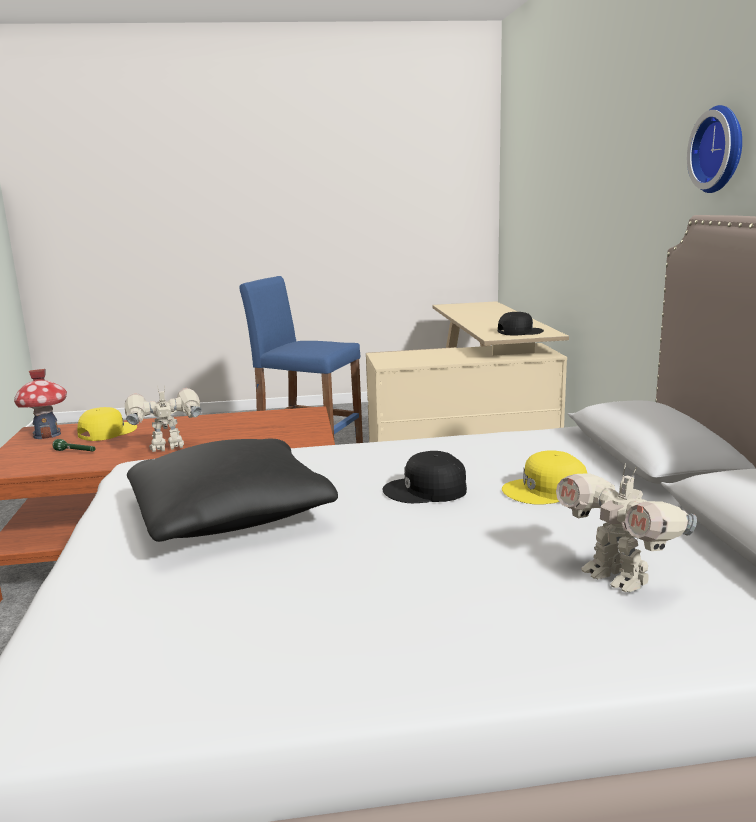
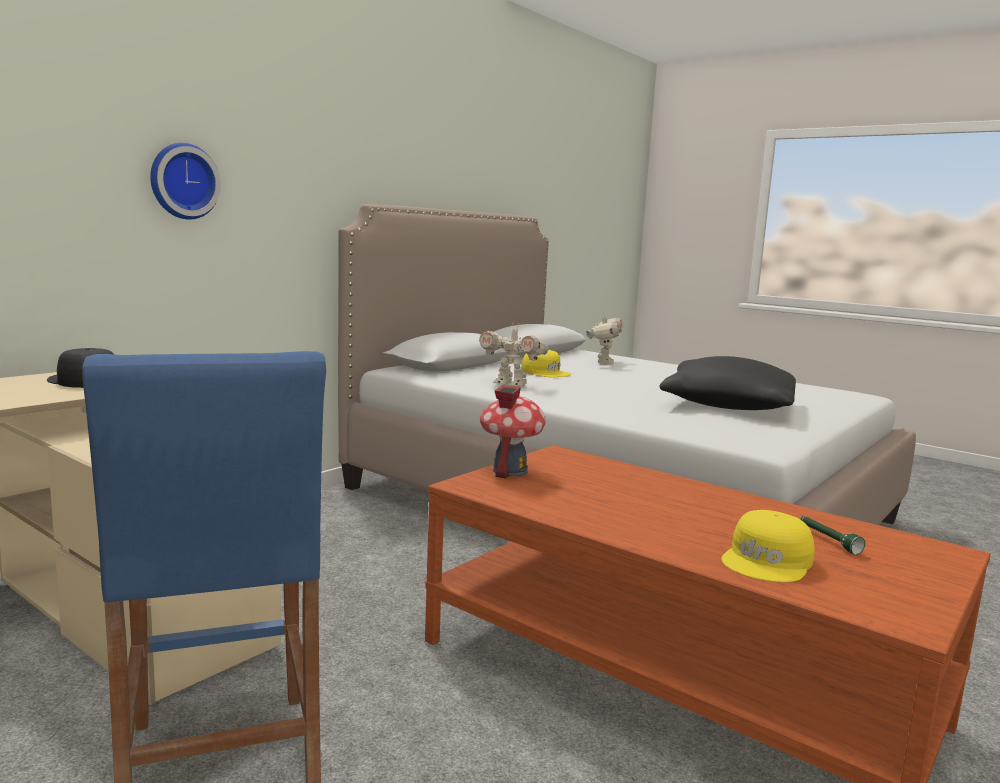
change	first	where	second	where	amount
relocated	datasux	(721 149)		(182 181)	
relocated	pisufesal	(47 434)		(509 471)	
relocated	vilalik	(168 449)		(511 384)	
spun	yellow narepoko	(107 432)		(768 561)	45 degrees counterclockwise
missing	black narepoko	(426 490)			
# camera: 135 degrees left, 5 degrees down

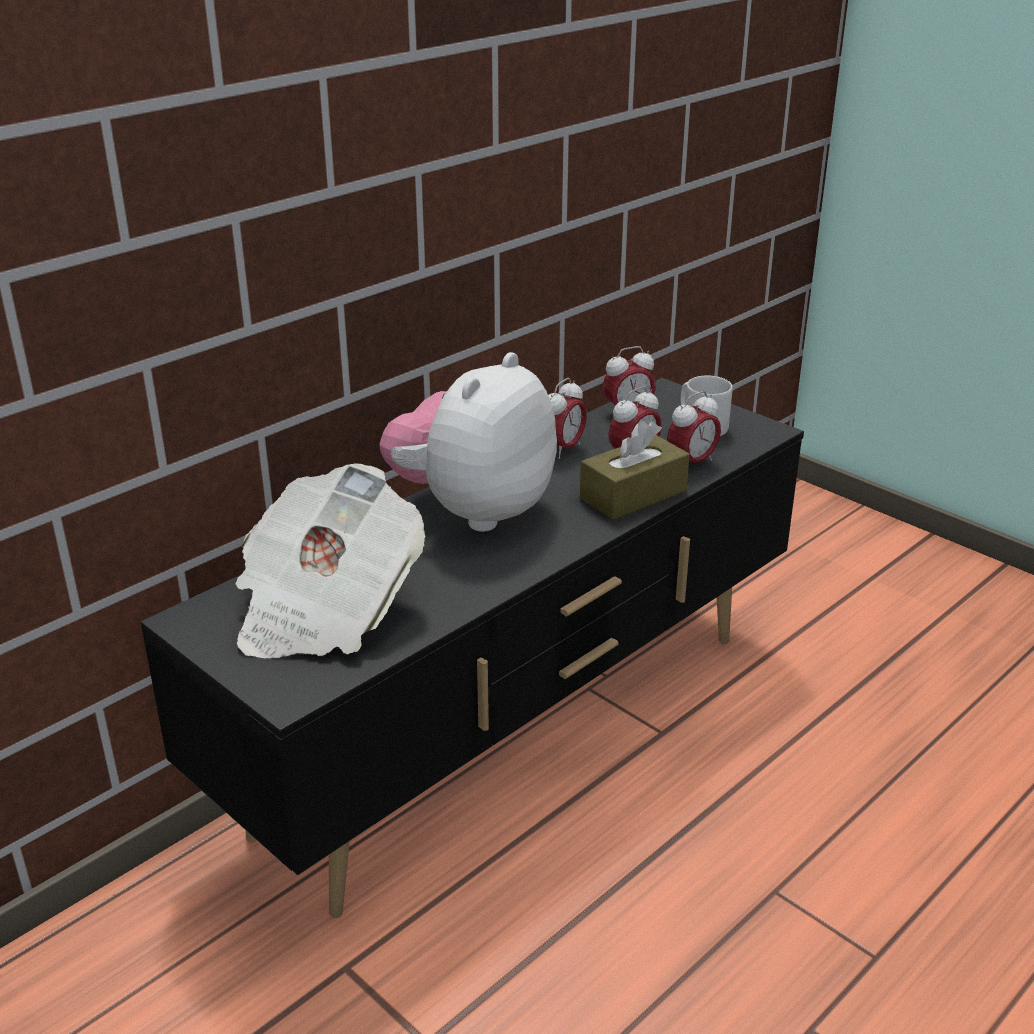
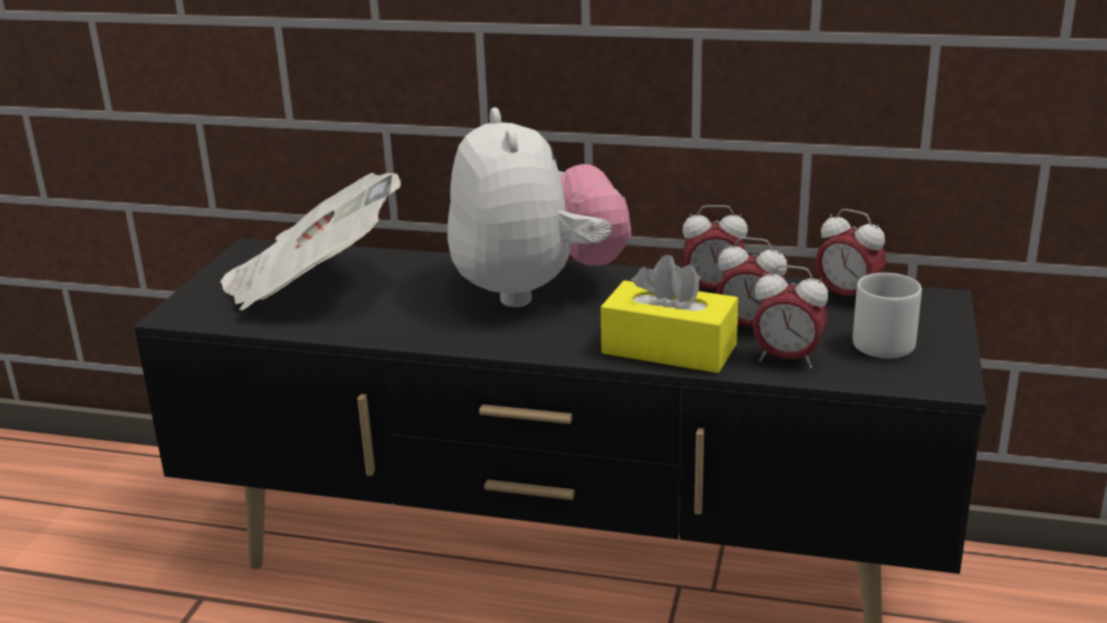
change	first	where	second	where	amount
spun	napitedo	(473 510)		(536 289)	75 degrees clockwise
colour	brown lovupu	(633 494)	yellow lovupu	(669 349)	
# camera: 60 degrees right, 5 degrees down

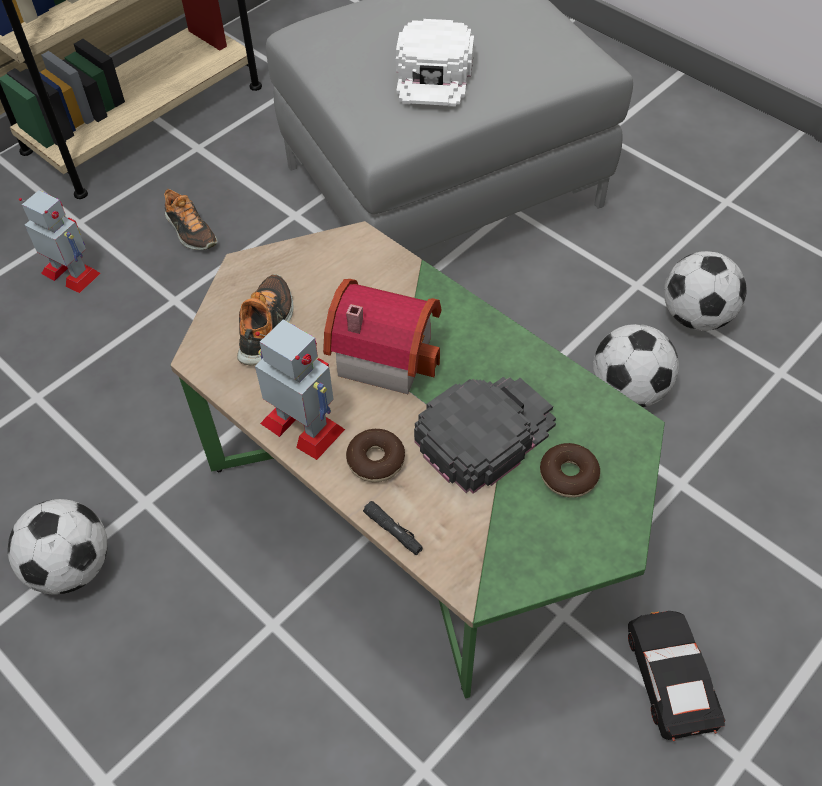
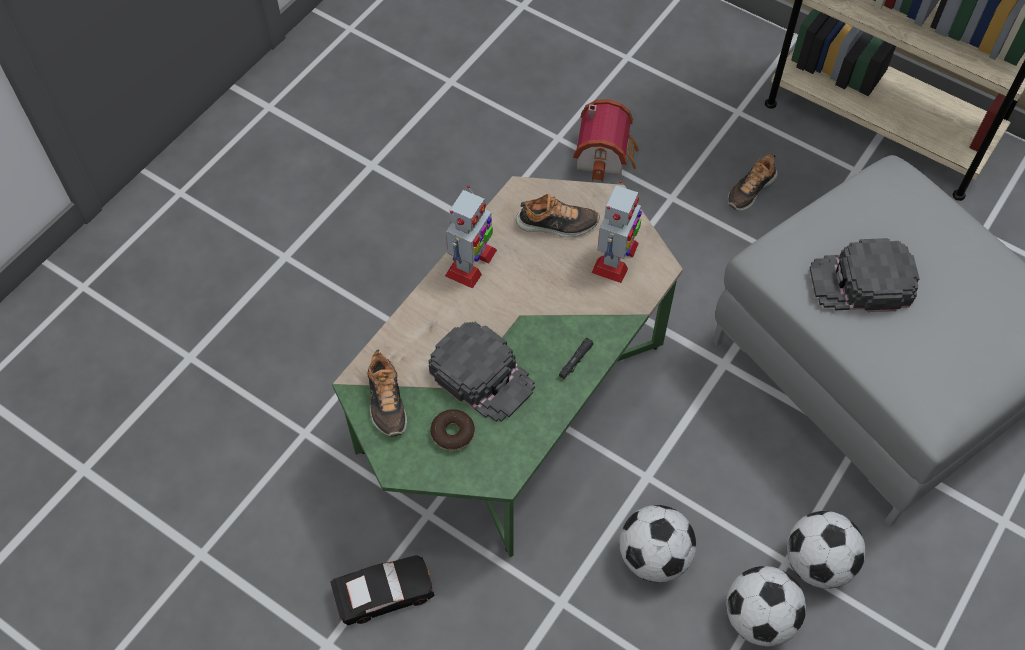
change	first	where	second	where	amount
colour	white narepoko	(434 74)	black narepoko	(861 282)	
relocated	vilalik	(71 273)		(615 258)	
relocated	pisufesal	(384 351)		(606 154)	
missing	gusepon	(376 460)			
relocated	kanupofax	(72 567)		(817 562)	
relocated	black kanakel	(393 531)		(575 361)	
appeared			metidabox	(386 401)	
# camera: 80 degrees right, 5 degrees up

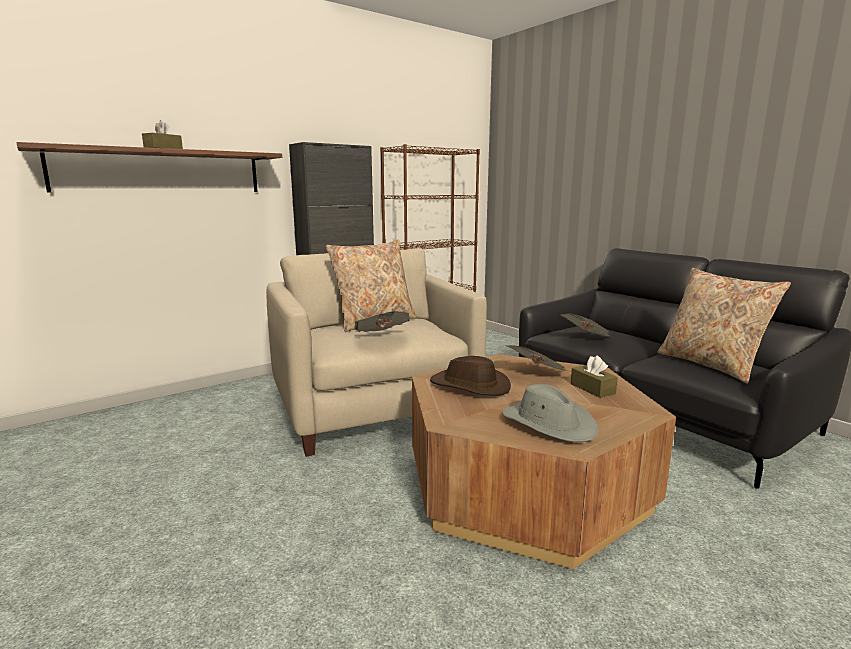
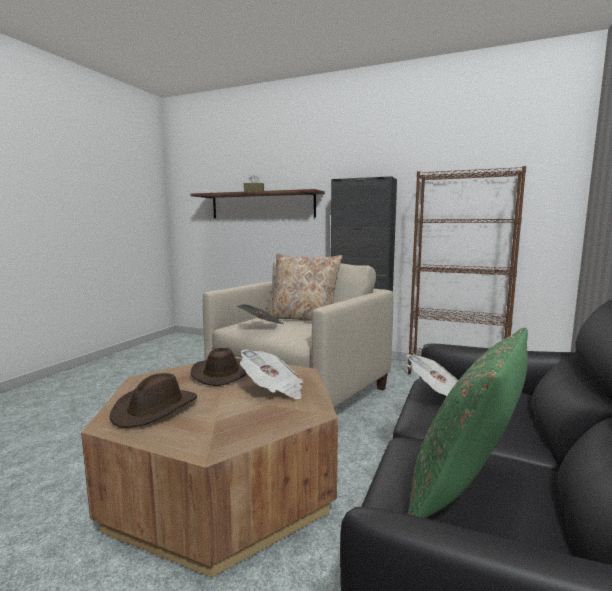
change	first	where	second	where	amount
colour	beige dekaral	(710 365)	green dekaral	(466 491)	
missing	brown lovupu	(592 388)			
colour	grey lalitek	(548 423)	brown lalitek	(155 409)	
# camera: 60 degrees right, 5 degrees down

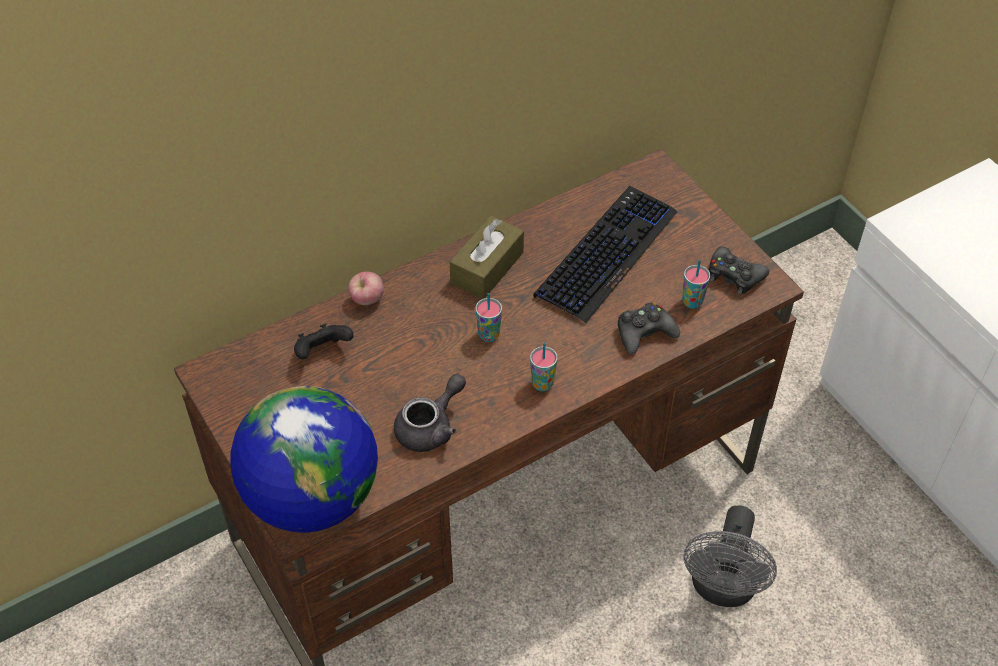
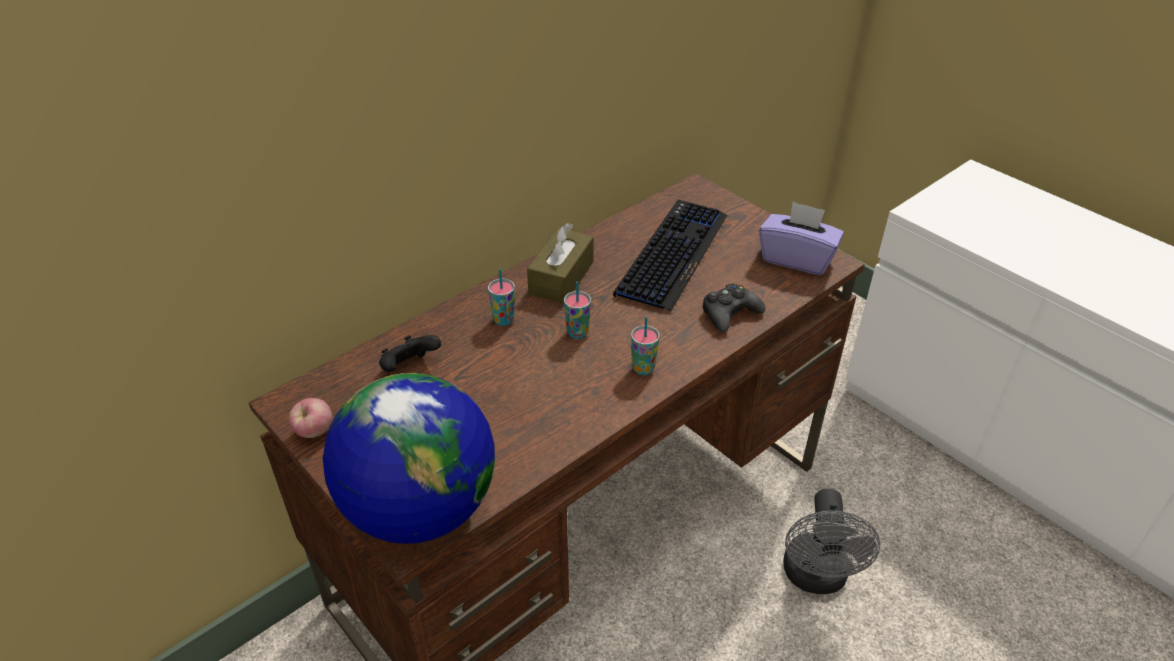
change	first	where	second	where	amount
exchanged	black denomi	(734 276)	purple lovupu	(797 258)	
relocated	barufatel	(692 302)		(504 320)	
relocated	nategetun	(367 300)		(315 432)	
missing	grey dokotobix	(431 427)			
# camera: 10 degrees left, 10 degrees down

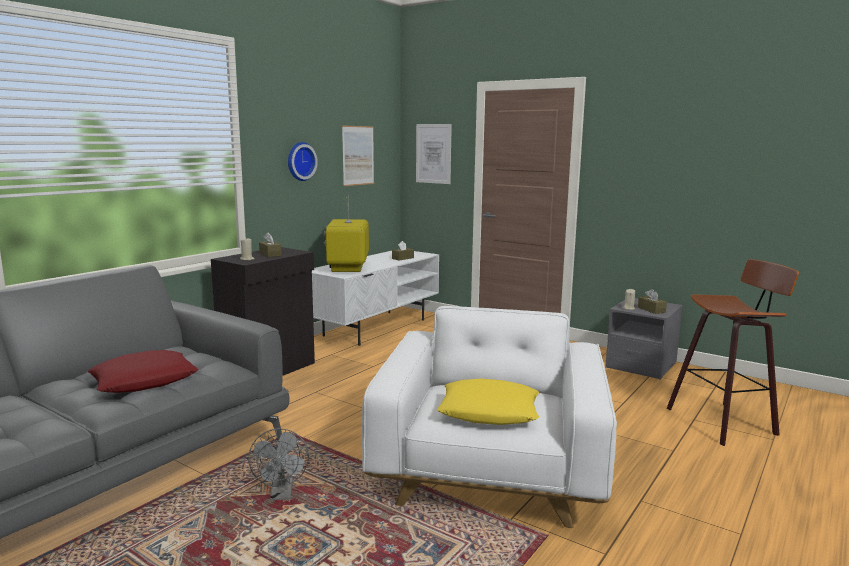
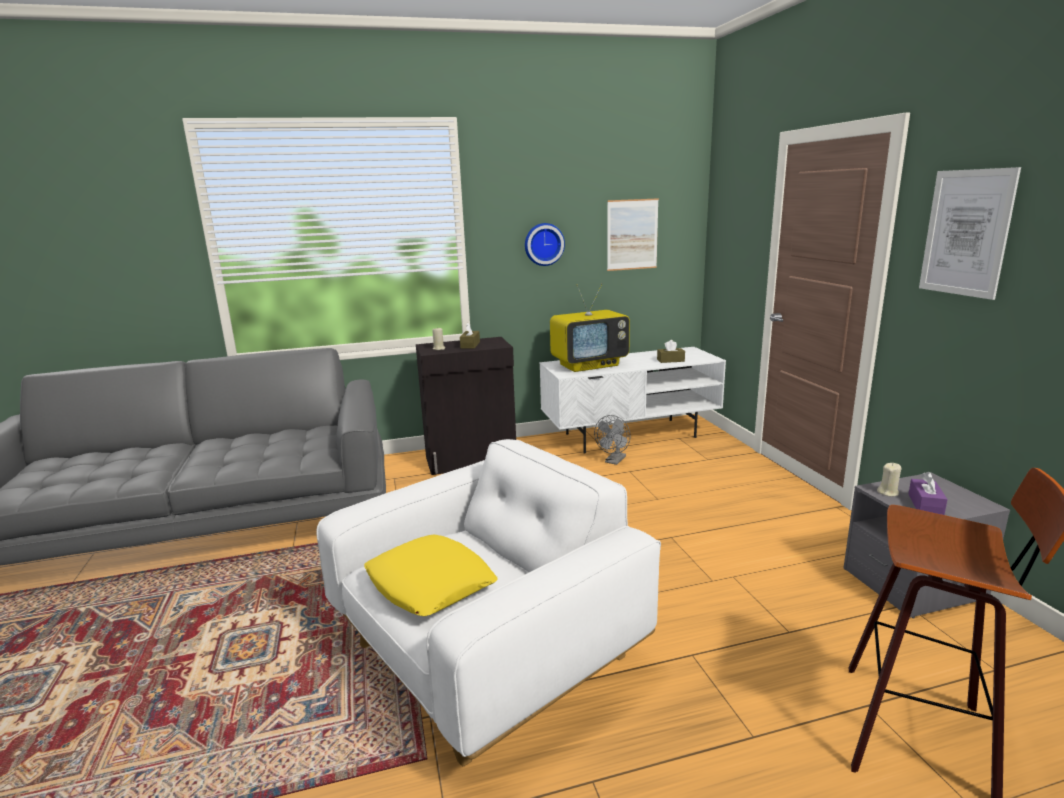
change	first	where	second	where	amount
relocated	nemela	(433 153)		(966 233)	
spun	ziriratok	(348 267)		(589 365)	150 degrees counterclockwise
colour	brown lovupu	(651 310)	purple lovupu	(925 505)	
missing	red dekaral	(144 380)			
relocated	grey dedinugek	(282 495)		(614 461)	
# camera: 40 degrees right, 5 degrees up

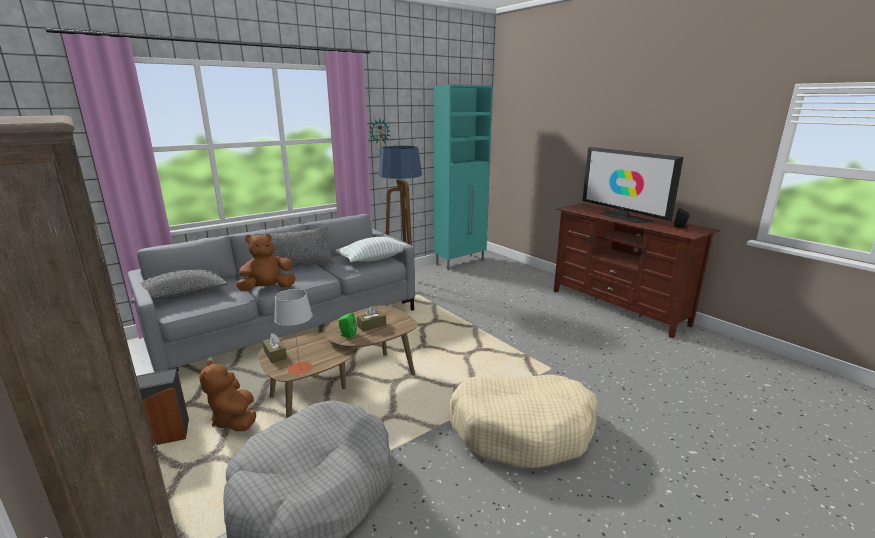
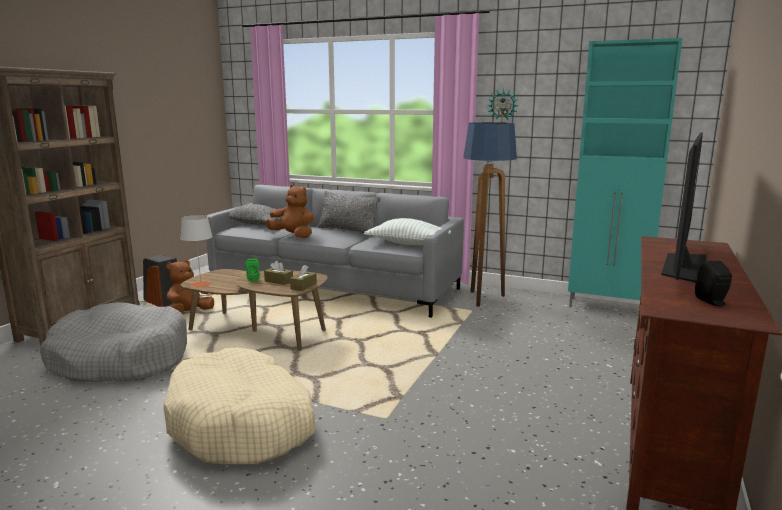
change	first	where	second	where	amount
relocated	brown lovupu	(275 355)		(303 286)	
# camera: 60 degrees right, 5 degrees down

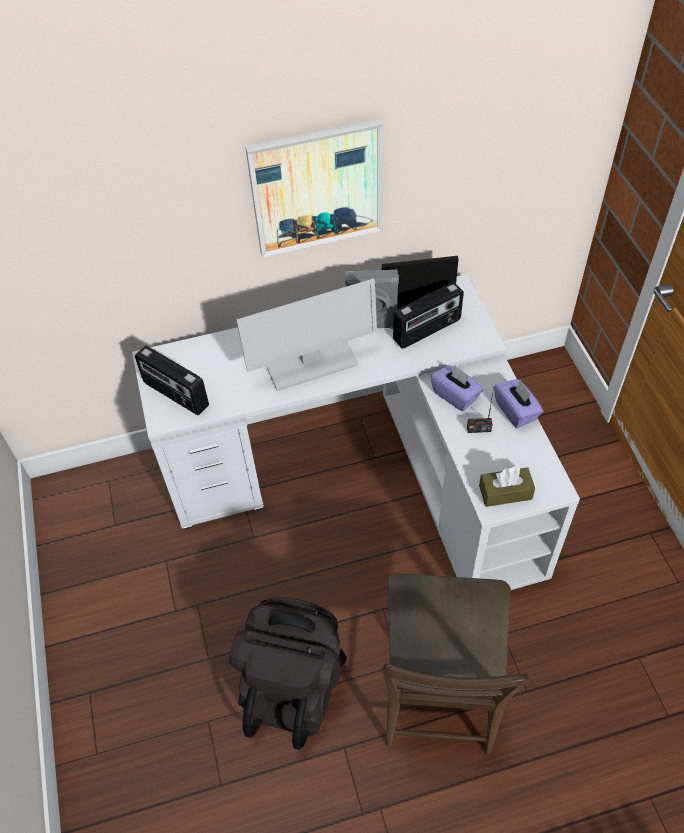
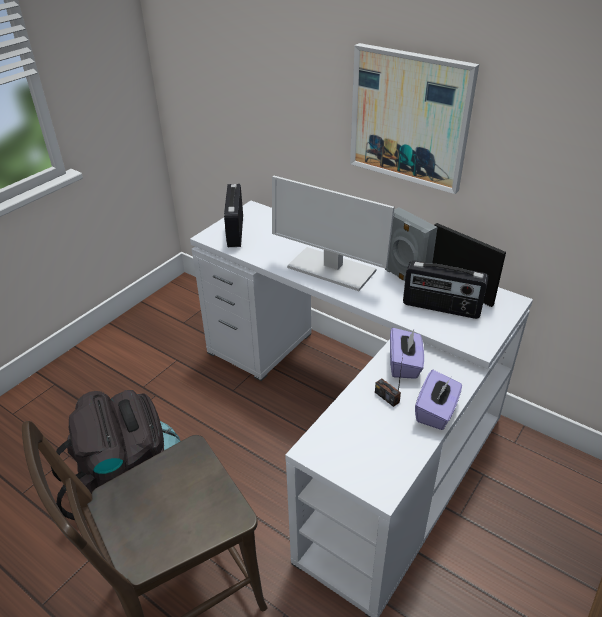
change	first	where	second	where	amount
missing	brown lovupu	(505 492)			
# camera: 50 degrees right, 15 degrees down

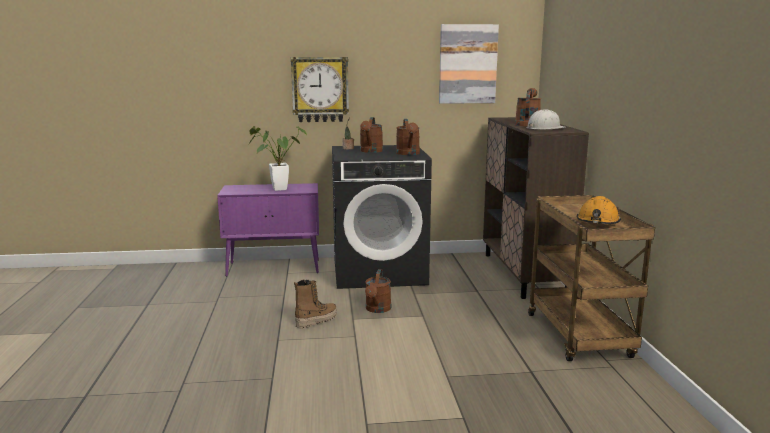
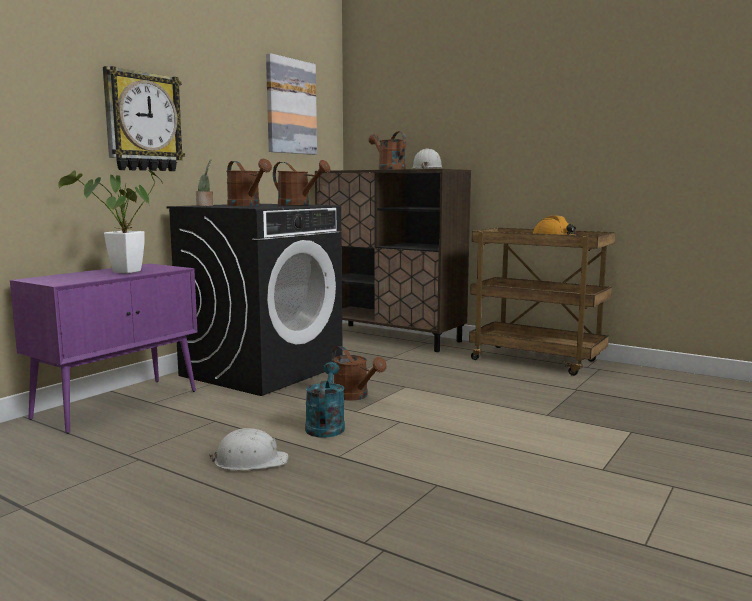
change	first	where	second	where	amount
exchanged	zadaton	(316 320)	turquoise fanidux	(325 426)	
appeared			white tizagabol	(250 461)	
# camera: 50 degrees left, 5 degrees down

